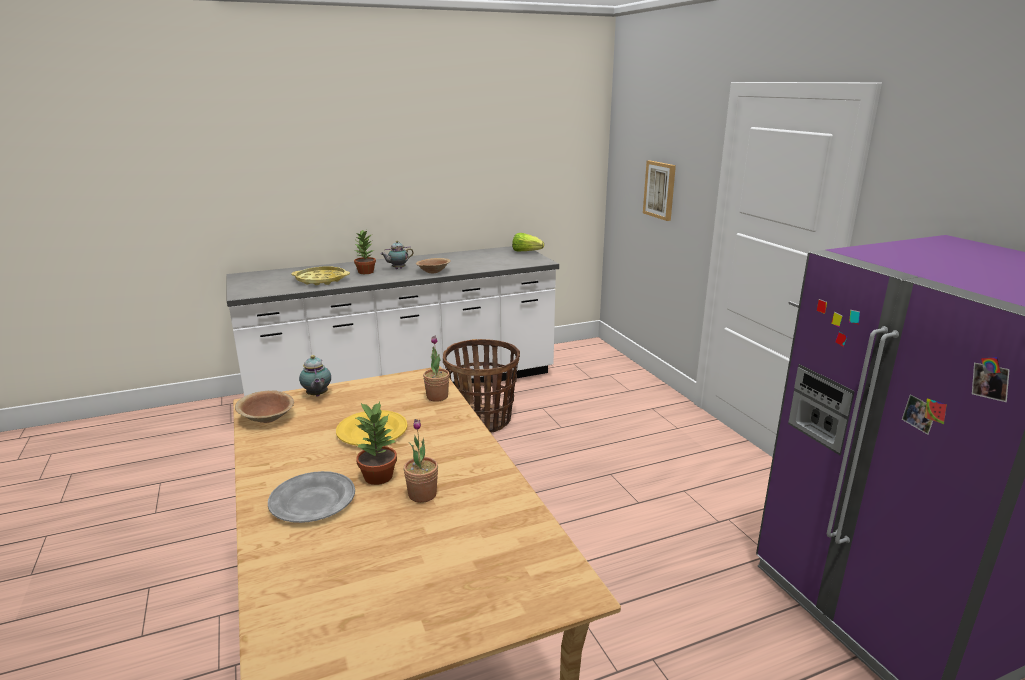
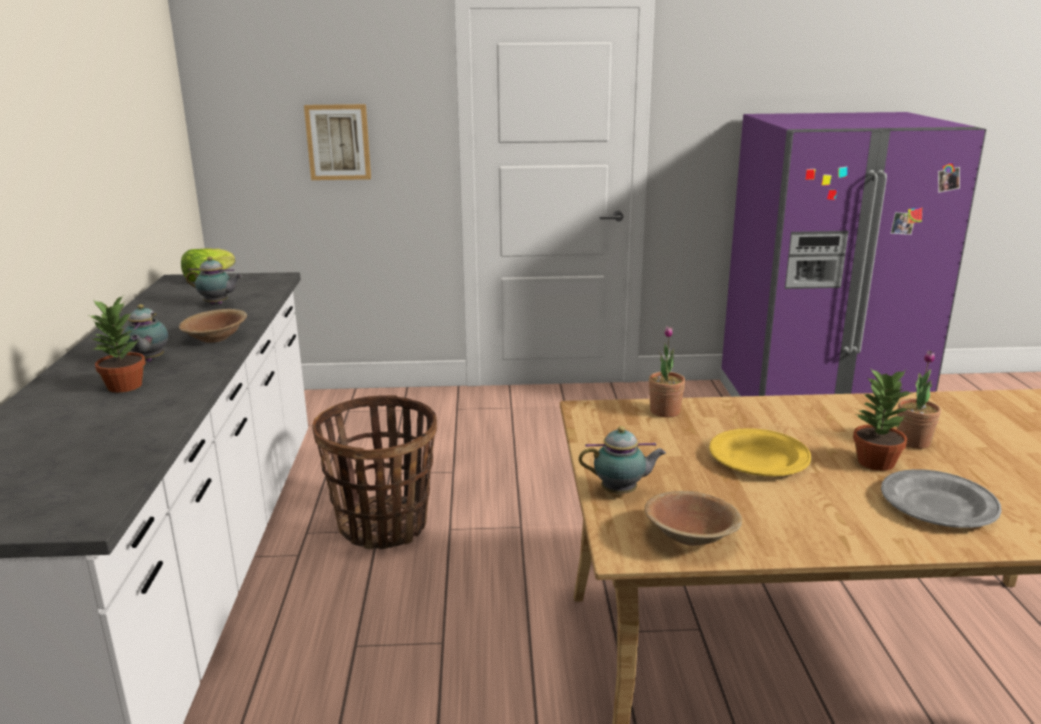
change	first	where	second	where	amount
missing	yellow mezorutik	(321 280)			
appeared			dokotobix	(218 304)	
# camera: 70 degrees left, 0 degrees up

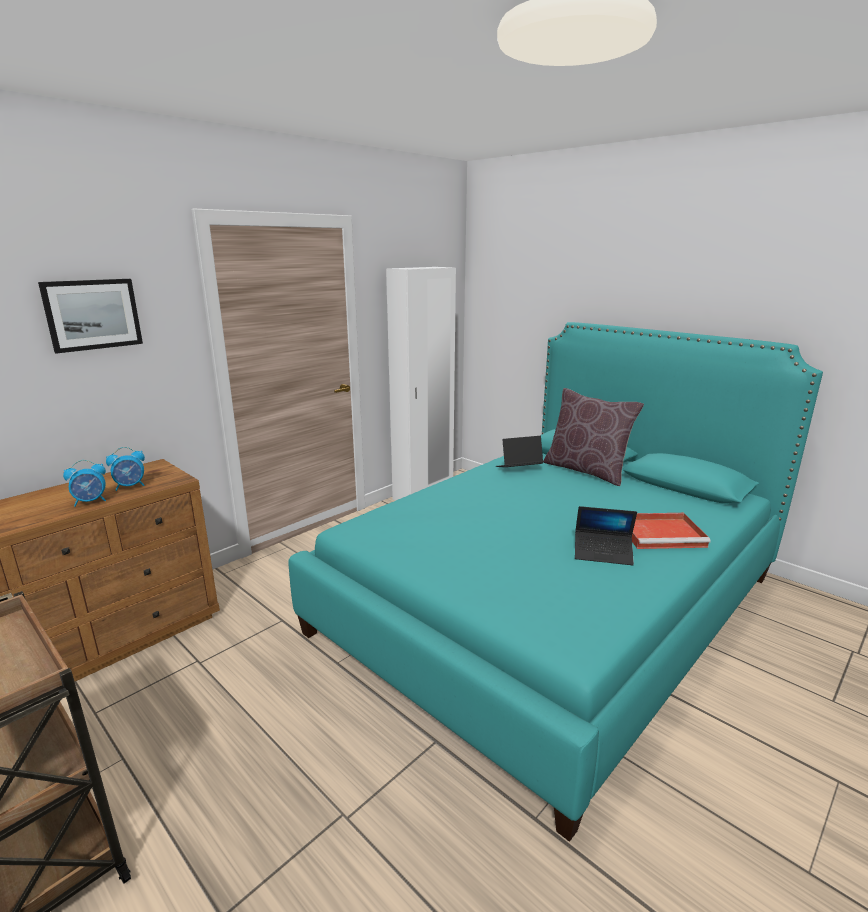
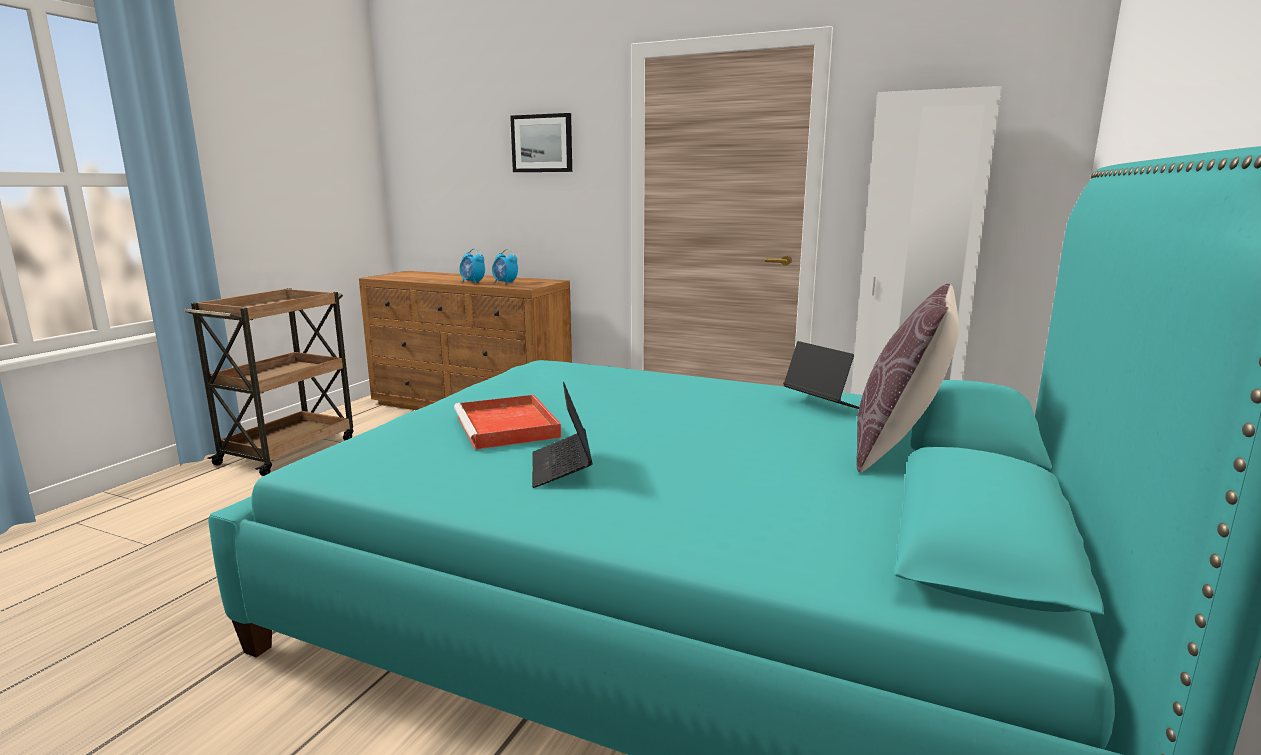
change	first	where	second	where	amount
relocated	red mezorutik	(662 534)		(508 427)	
# camera: 70 degrees right, 5 degrees down

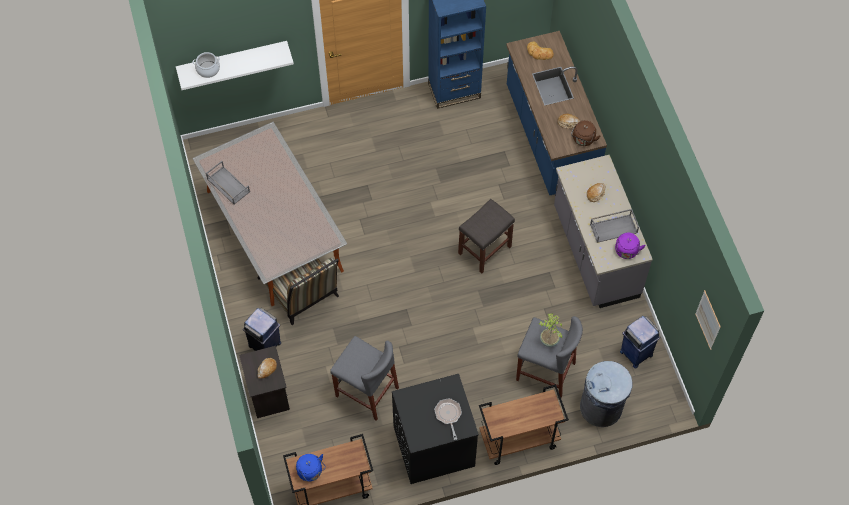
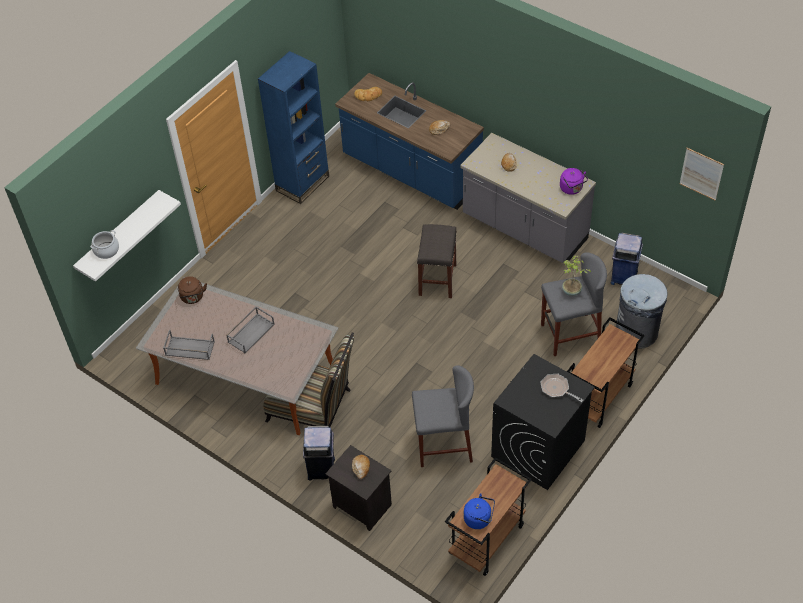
change	first	where	second	where	amount
relocated	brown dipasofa	(583 140)		(192 298)	
relocated	grey mezorutik	(614 228)		(251 332)	
# camera: 35 degrees left, 10 degrees down

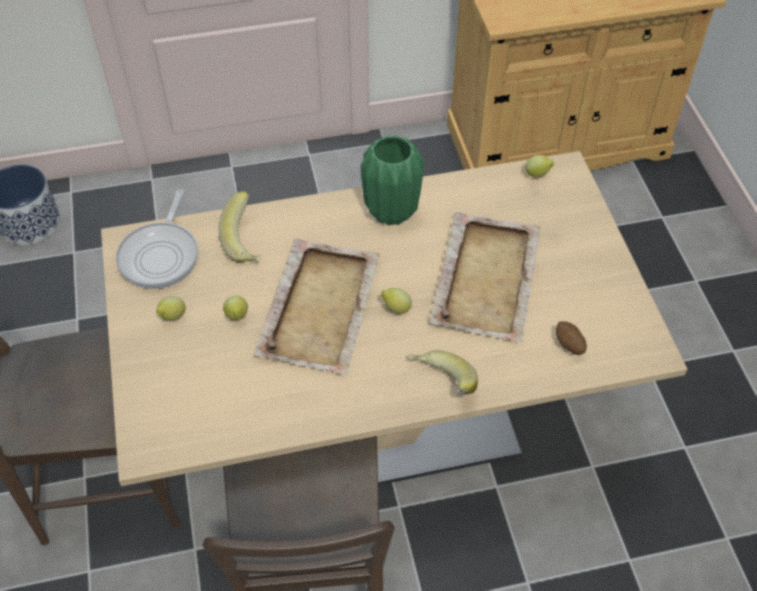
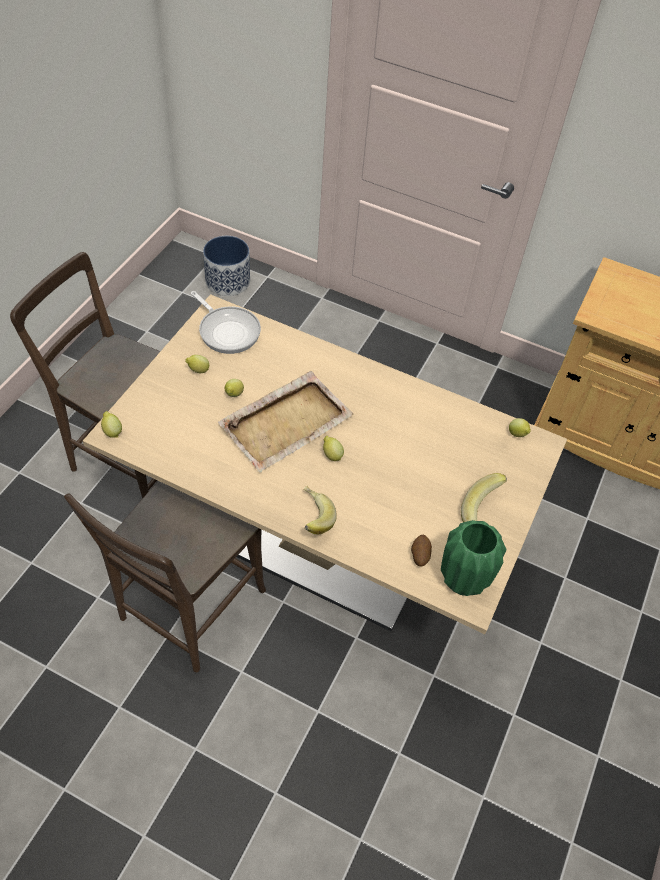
change	first	where	second	where	amount
relocated	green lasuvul	(392 212)		(464 580)	
spun	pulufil	(161 255)		(227 331)	90 degrees counterclockwise
relocated	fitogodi	(247 242)		(483 513)	
missing	beige mezorutik	(487 277)			
appeared			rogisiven	(112 431)	
# camera: 35 degrees right, 0 degrees up

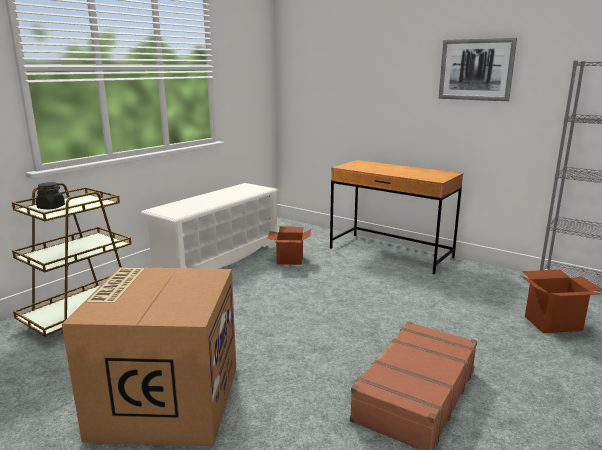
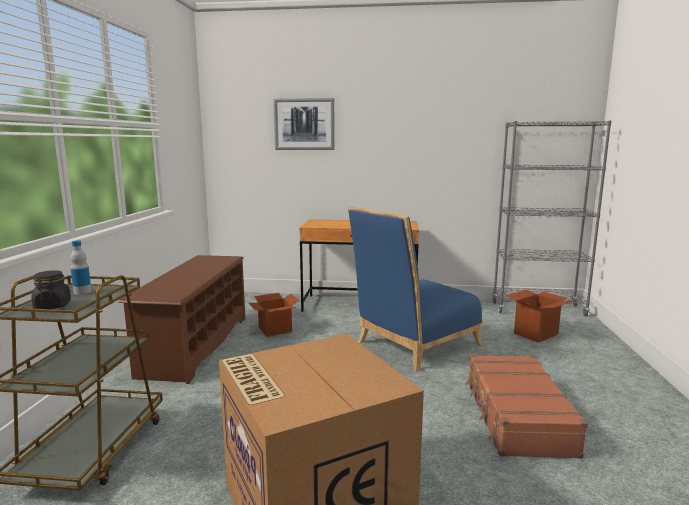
change	first	where	second	where	amount
relocated	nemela	(476 69)		(304 124)	
colour	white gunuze	(218 259)	brown gunuze	(196 345)	
appeared			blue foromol	(413 345)	
appeared			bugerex	(82 292)	
# camera: 30 degrees left, 5 degrees down

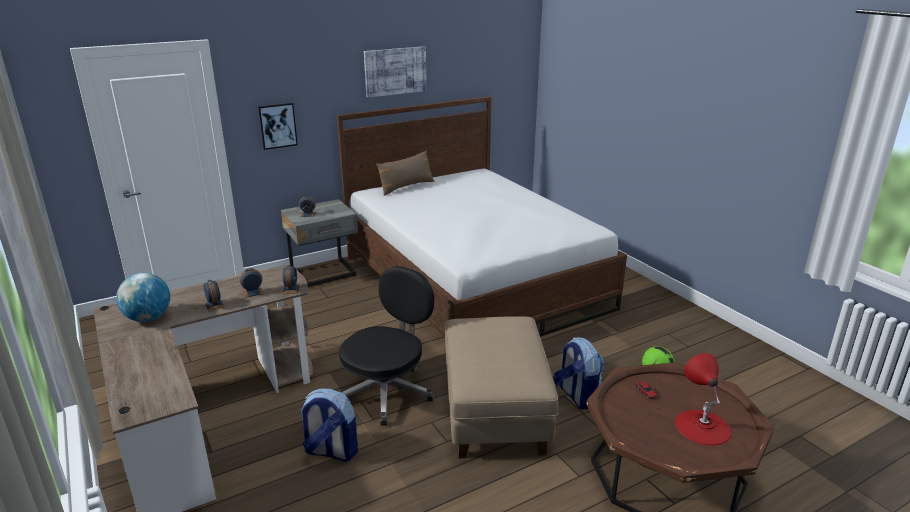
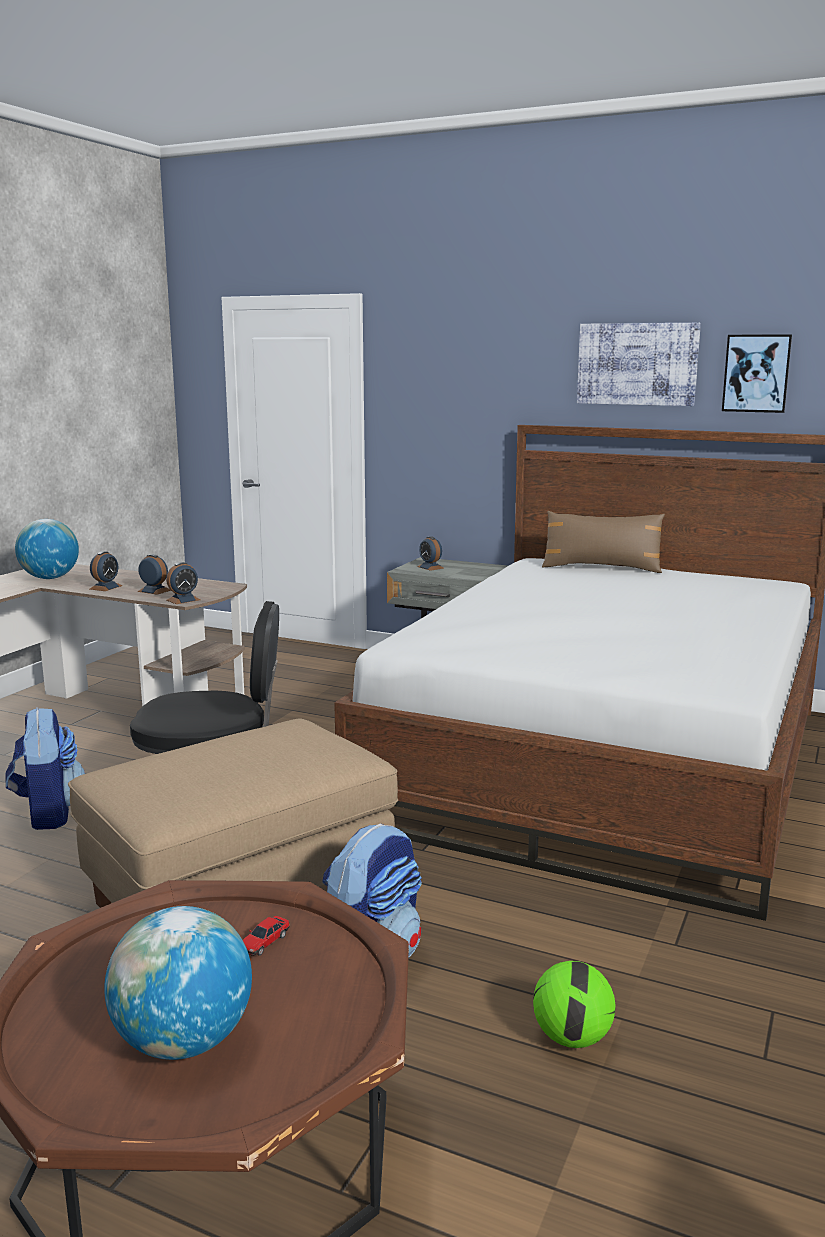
change	first	where	second	where	amount
relocated	nemela	(277 125)		(756 373)	
exchanged	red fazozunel	(702 427)	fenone	(183 1042)	
# camera: 55 degrees right, 10 degrees down

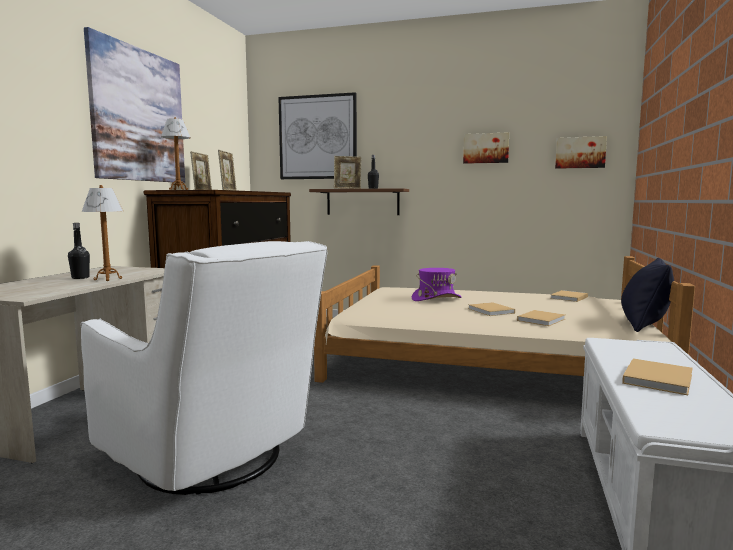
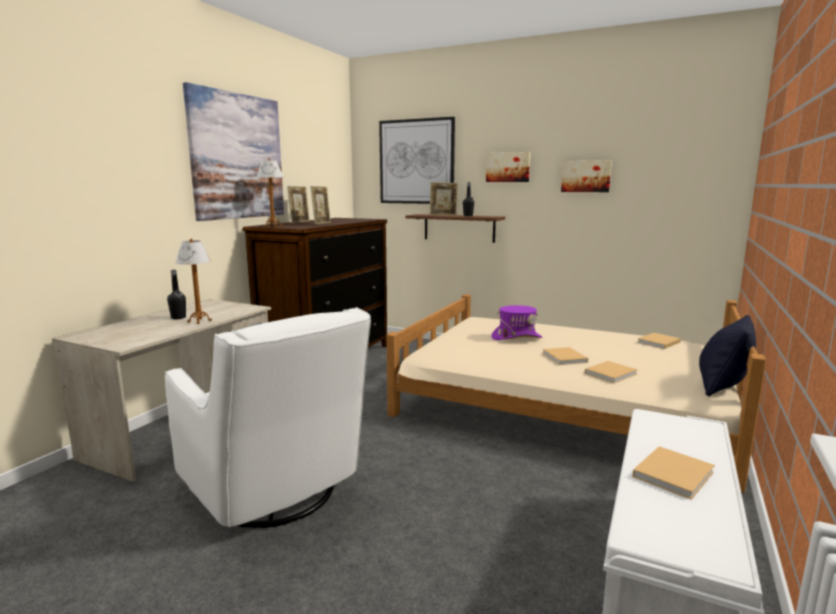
change	first	where	second	where	amount
relocated	nemela	(580 152)		(508 167)	
# camera: 10 degrees right, 5 degrees up

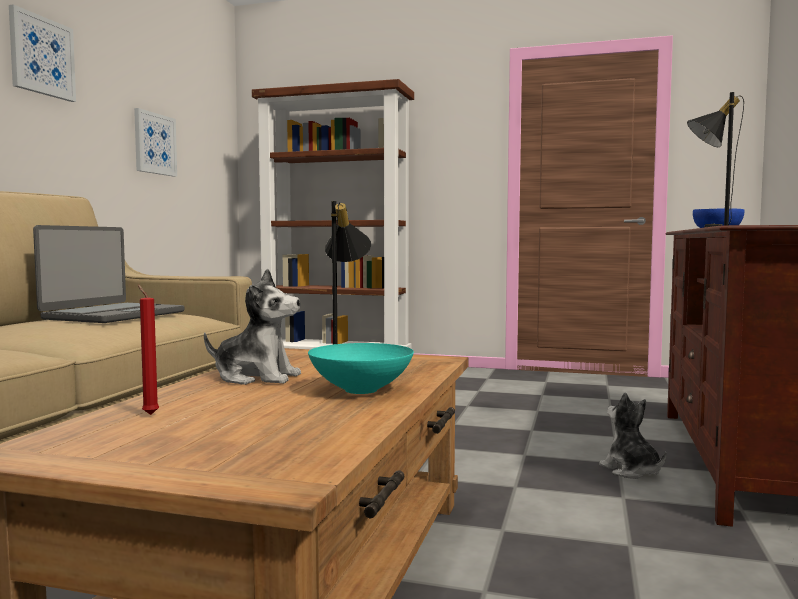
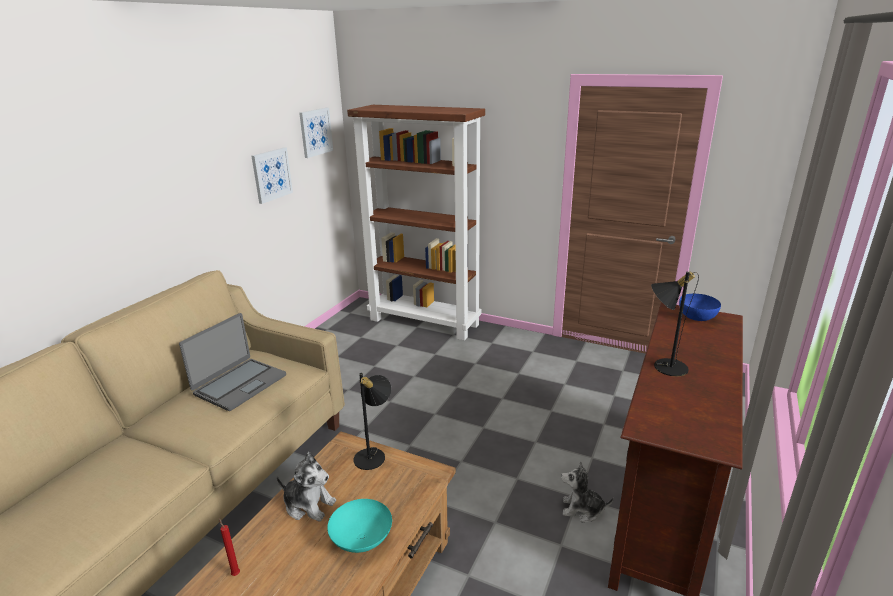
change	first	where	second	where	amount
relocated	nemela	(42 56)		(315 132)	
spun	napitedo	(631 471)		(582 510)	60 degrees counterclockwise
# camera: 10 degrees right, 20 degrees up

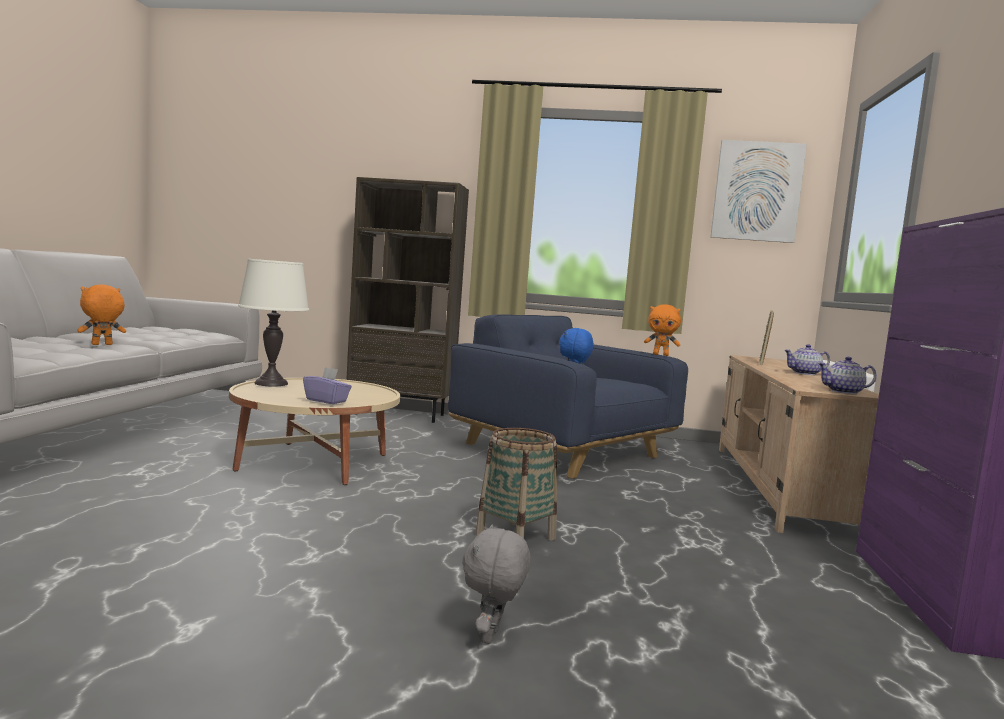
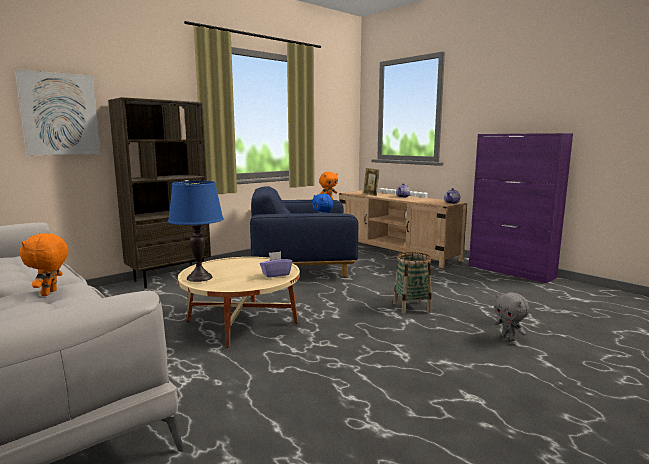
change	first	where	second	where	amount
relocated	nemela	(757 191)		(59 114)	
colour	white fazozunel	(271 383)	blue fazozunel	(199 278)	
# camera: 50 degrees left, 5 degrees up

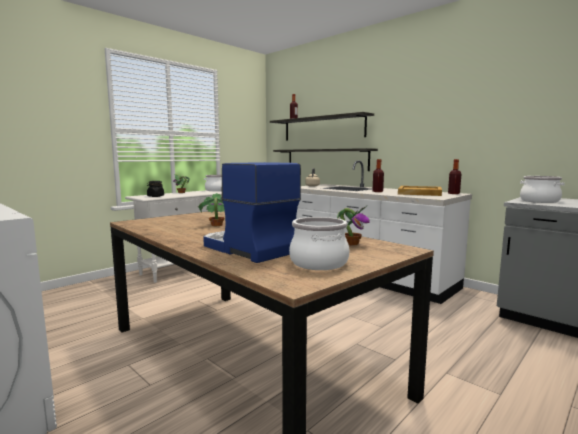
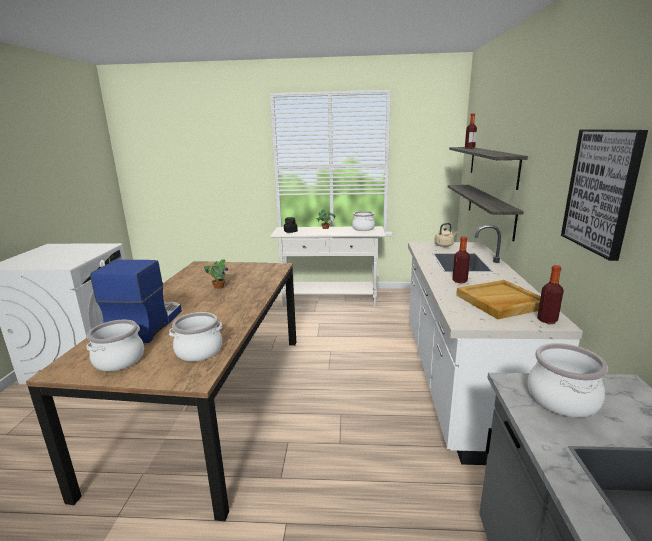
change	first	where	second	where	amount
exchanged	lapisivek	(351 243)	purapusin	(199 351)	
appeared			nemela	(601 191)	
# camera: 50 degrees right, 10 degrees up

